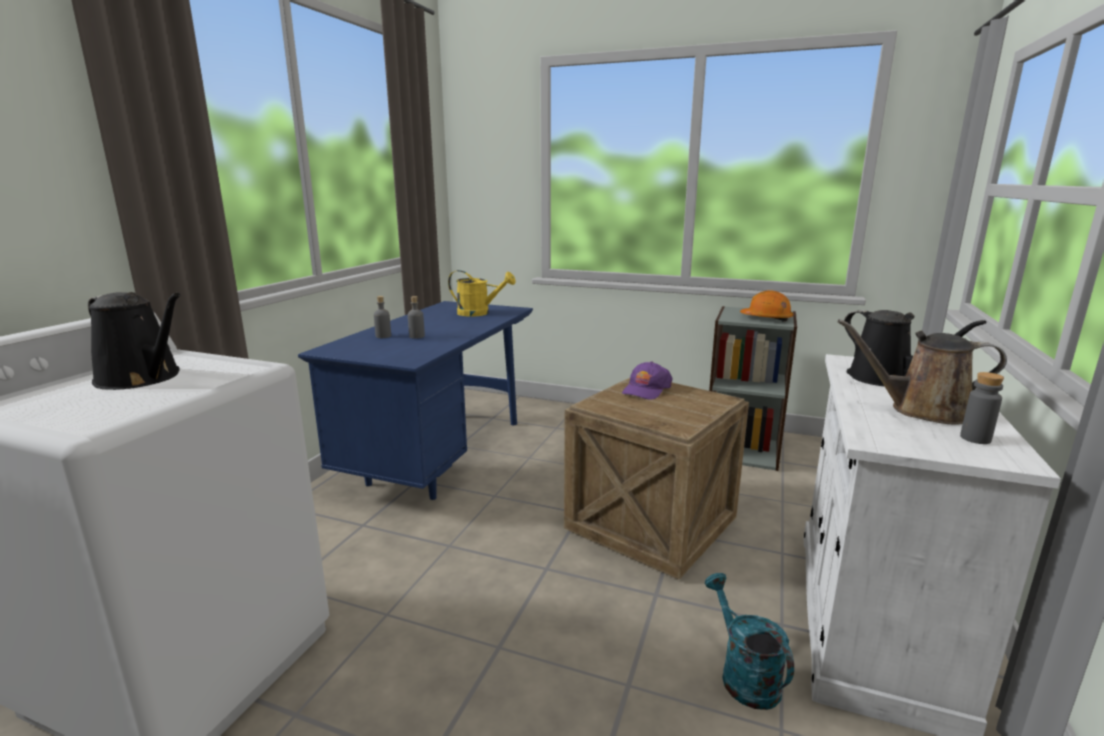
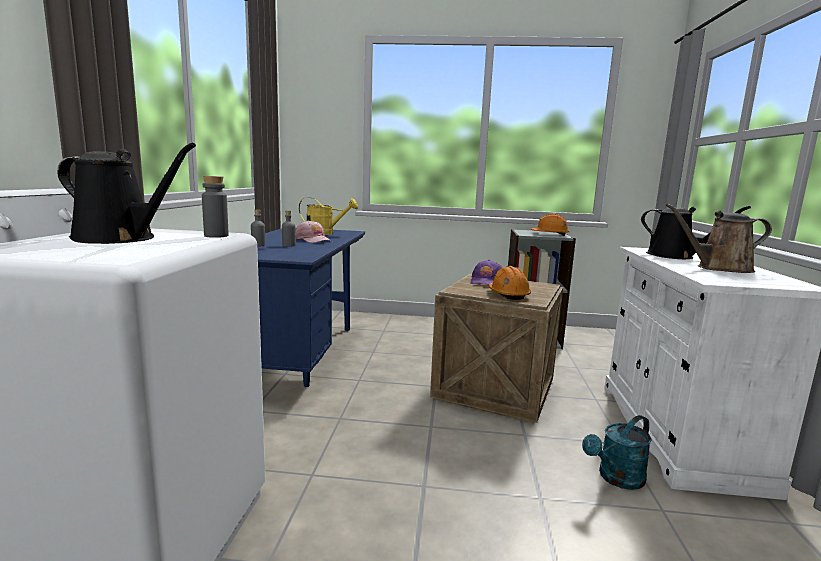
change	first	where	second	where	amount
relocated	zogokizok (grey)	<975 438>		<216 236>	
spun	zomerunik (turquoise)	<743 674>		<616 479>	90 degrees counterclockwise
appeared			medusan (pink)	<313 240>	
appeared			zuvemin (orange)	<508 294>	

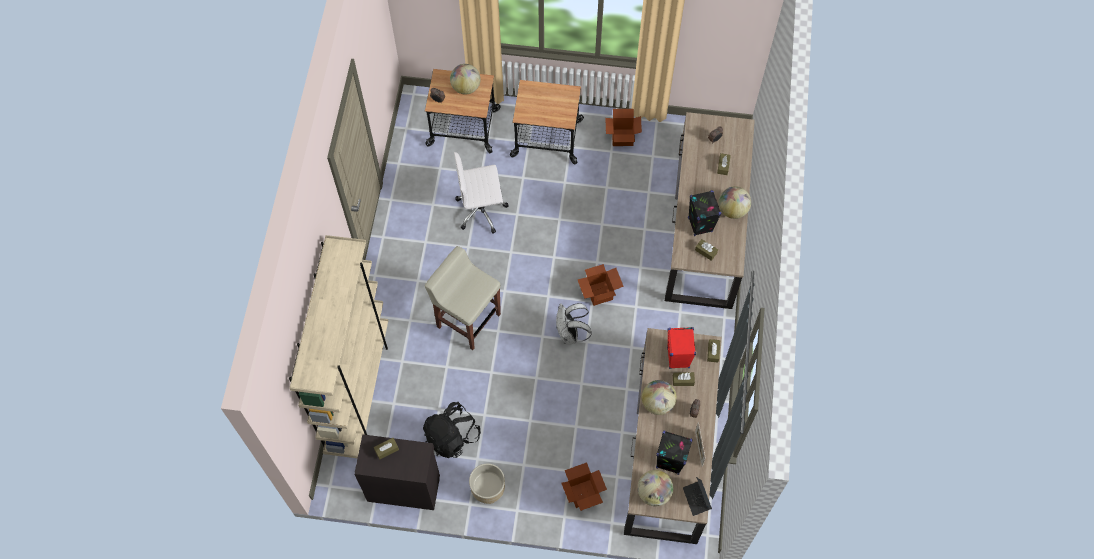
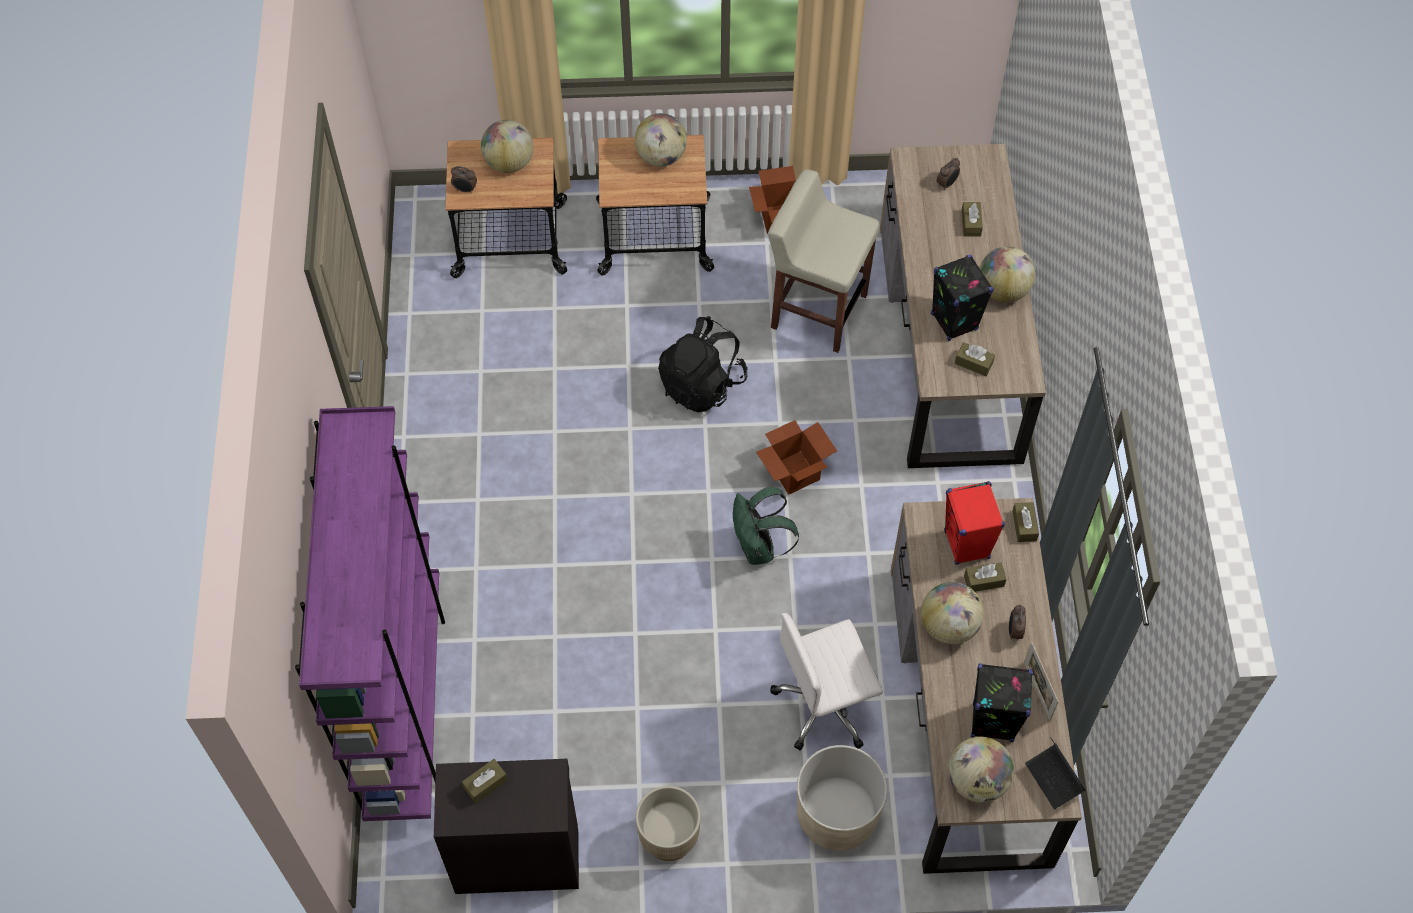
change	first	where	second	where	amount
relocated	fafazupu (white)	<482 210>		<825 705>	
colour	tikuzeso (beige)	<358 390>	tikuzeso (purple)	<405 702>	
relocated	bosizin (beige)	<468 320>		<817 310>	
colour	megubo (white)	<570 334>	megubo (green)	<759 548>	
relocated	megubo (black)	<452 436>		<702 384>	
exchanged	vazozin	<582 494>	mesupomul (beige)	<837 815>	
appeared			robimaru	<661 156>	

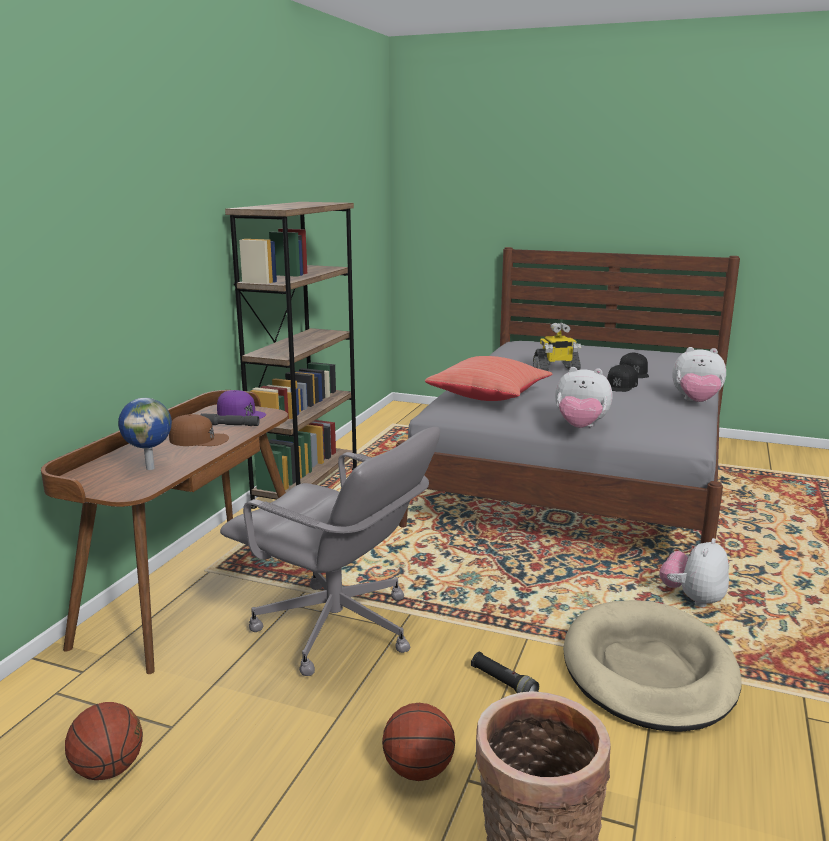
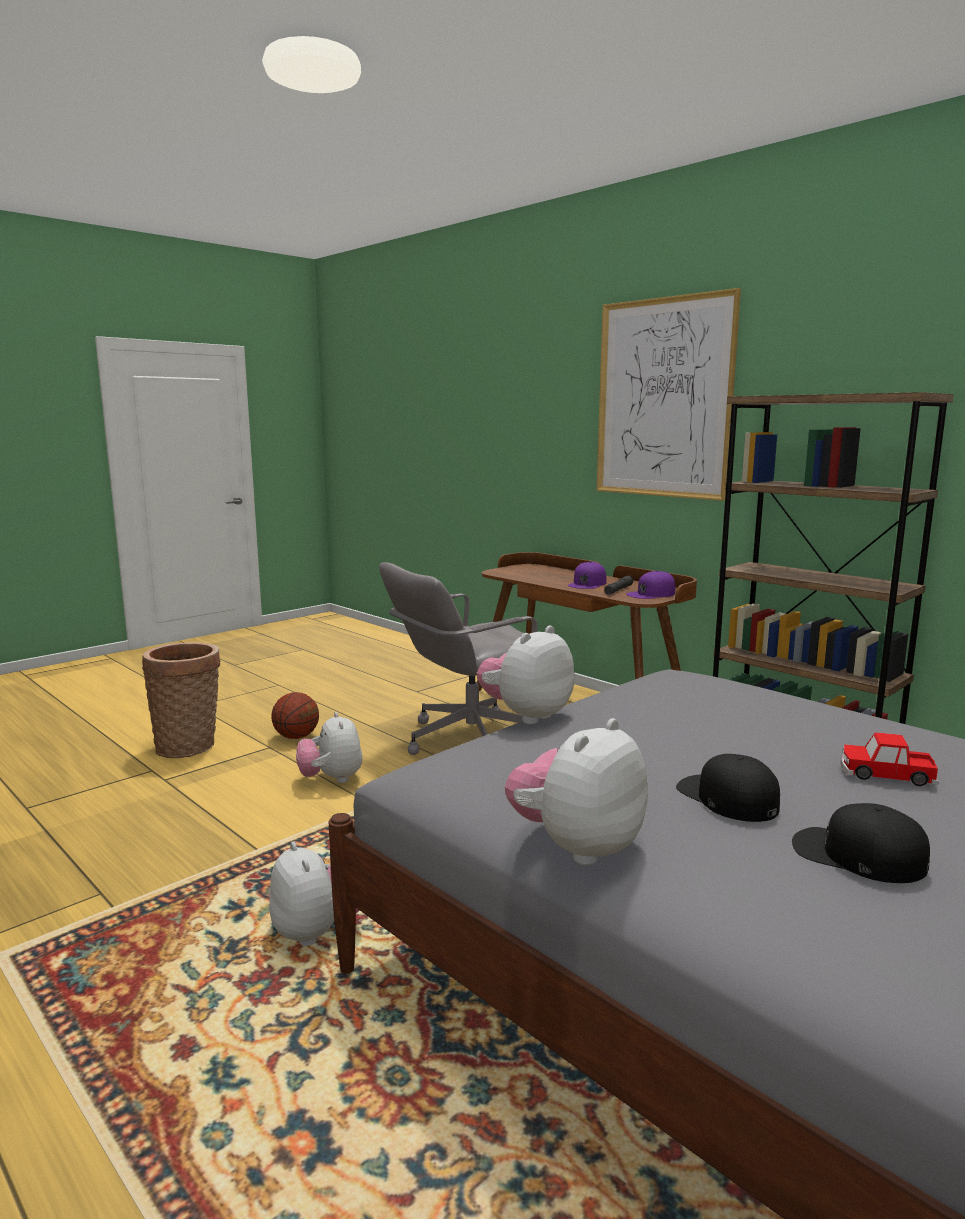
change	first	where	second	where	amount
exchanged	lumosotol	<556 369>	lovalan	<886 774>	
missing	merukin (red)	<489 397>			
missing	robimaru	<150 468>			
colour	medusan (brown)	<199 439>	medusan (purple)	<587 584>	
missing	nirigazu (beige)	<648 670>			
exchanged	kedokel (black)	<503 683>	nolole	<331 779>	
missing	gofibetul	<109 769>			
appeared			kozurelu	<663 399>	

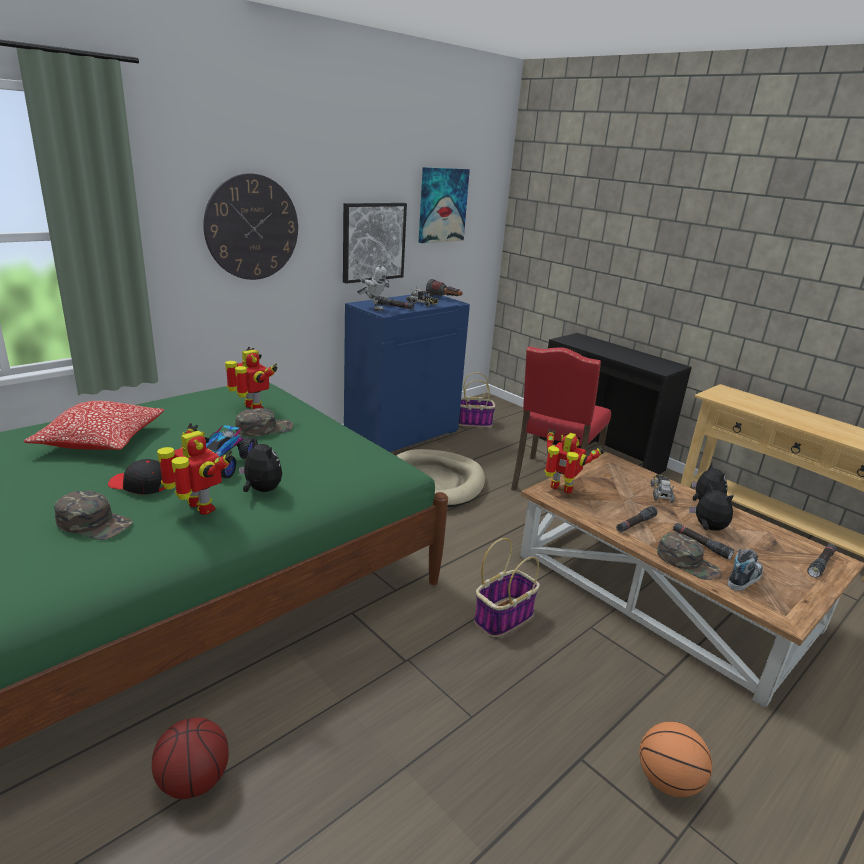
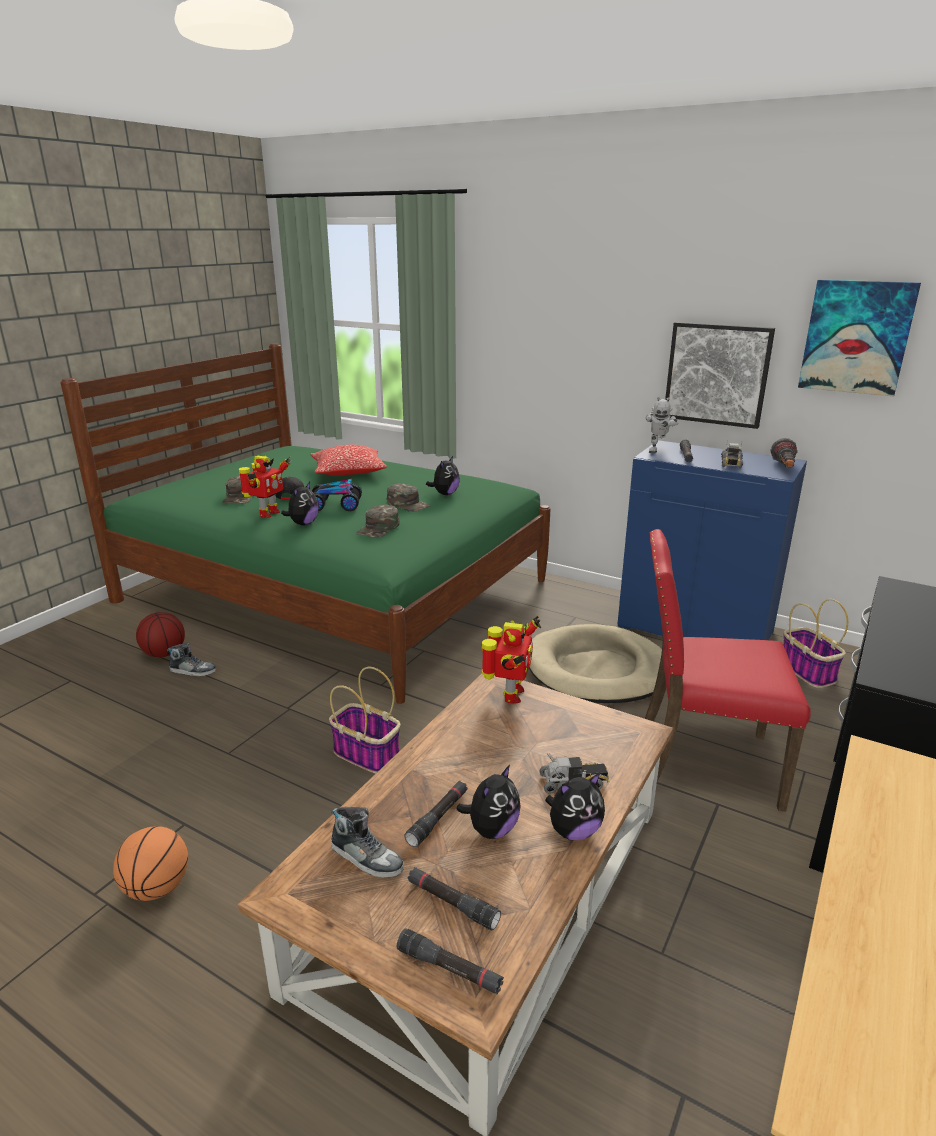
change	first	where	second	where	amount
missing	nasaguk	<252 227>			
exchanged	lumosotol	<252 408>	nolole	<445 494>	
relocated	kedokel (black)	<635 524>		<452 903>	
relocated	medusan (green)	<687 562>		<379 528>	
appeared			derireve	<193 670>	

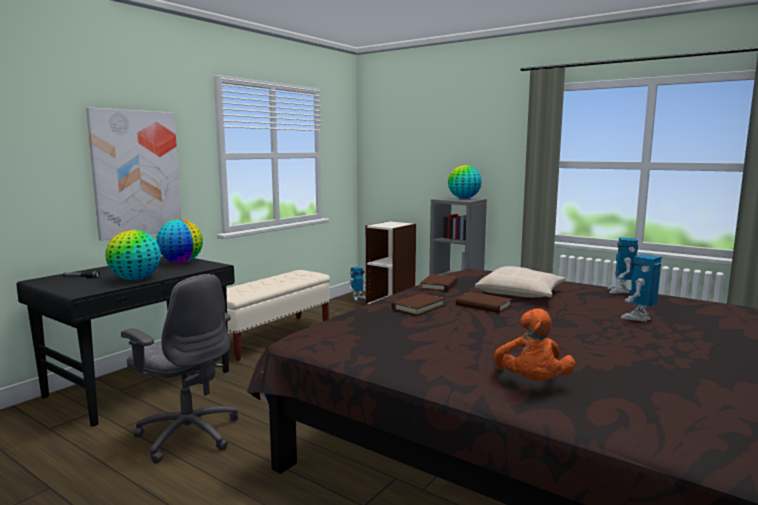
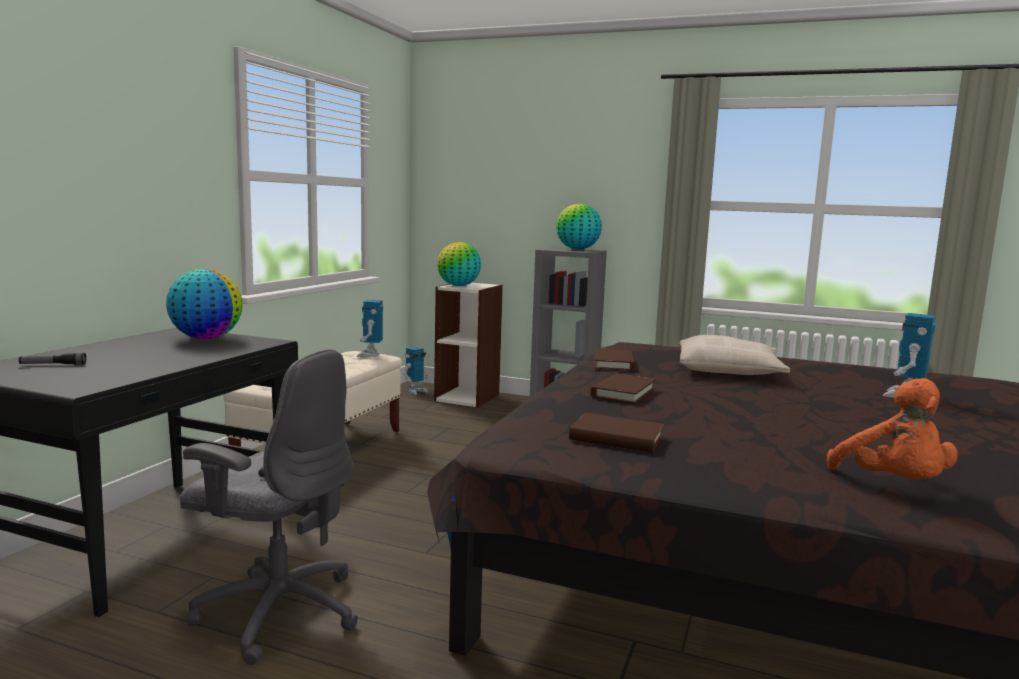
change	first	where	second	where	amount
missing	kozurelu	<136 173>			
relocated	robimaru	<135 279>		<458 286>	
relocated	lumosotol	<620 291>		<370 355>	
relocated	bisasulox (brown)	<483 305>		<616 438>	

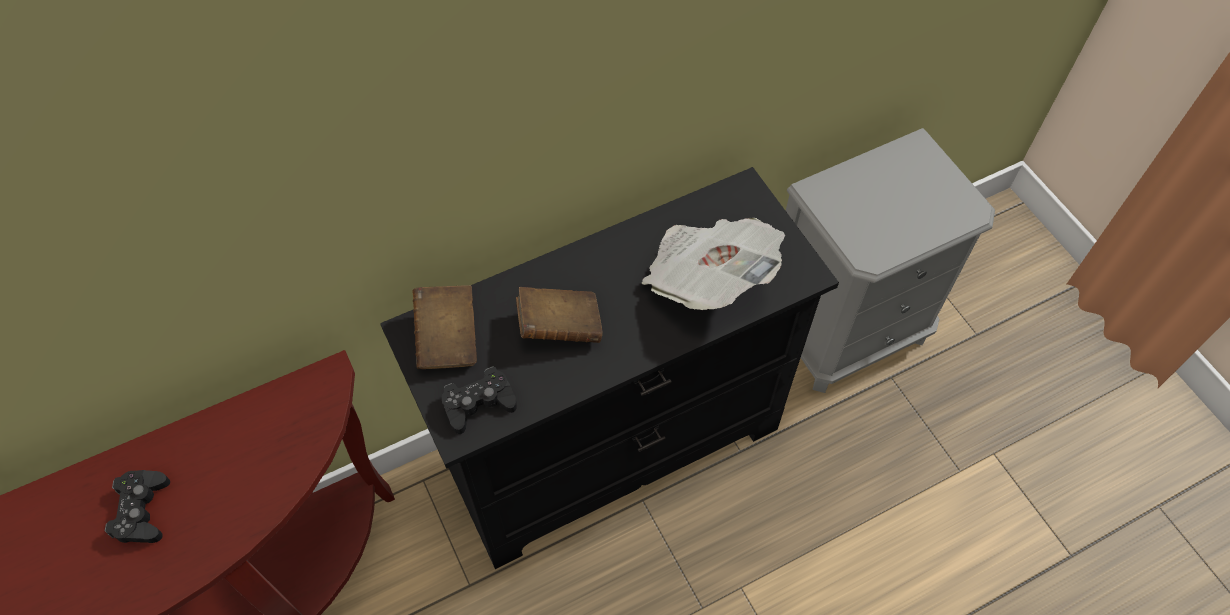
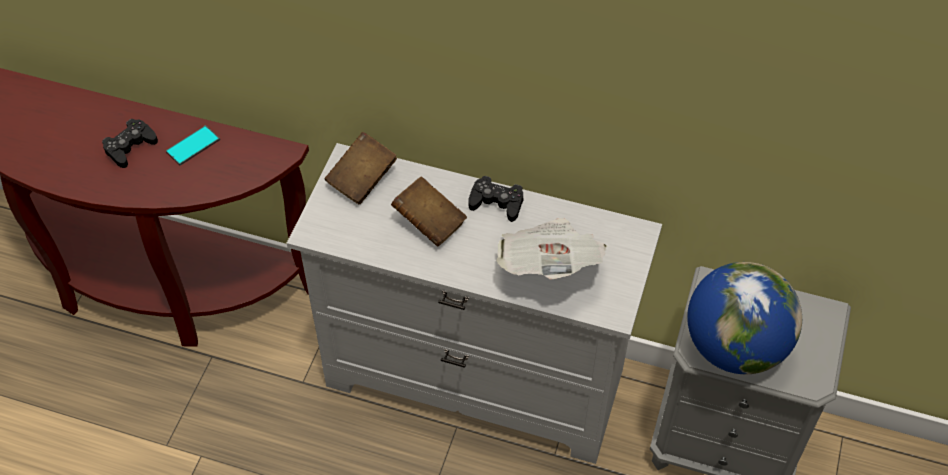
change	first	where	second	where	amount
colour	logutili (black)	<614 445>	logutili (white)	<476 378>	
relocated	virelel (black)	<479 403>		<496 202>	
appeared			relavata	<193 146>	
appeared			robimaru	<734 347>	

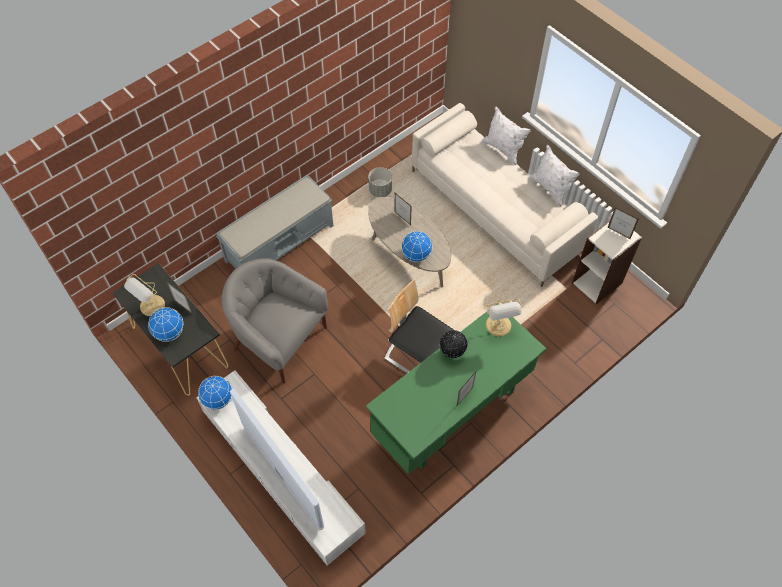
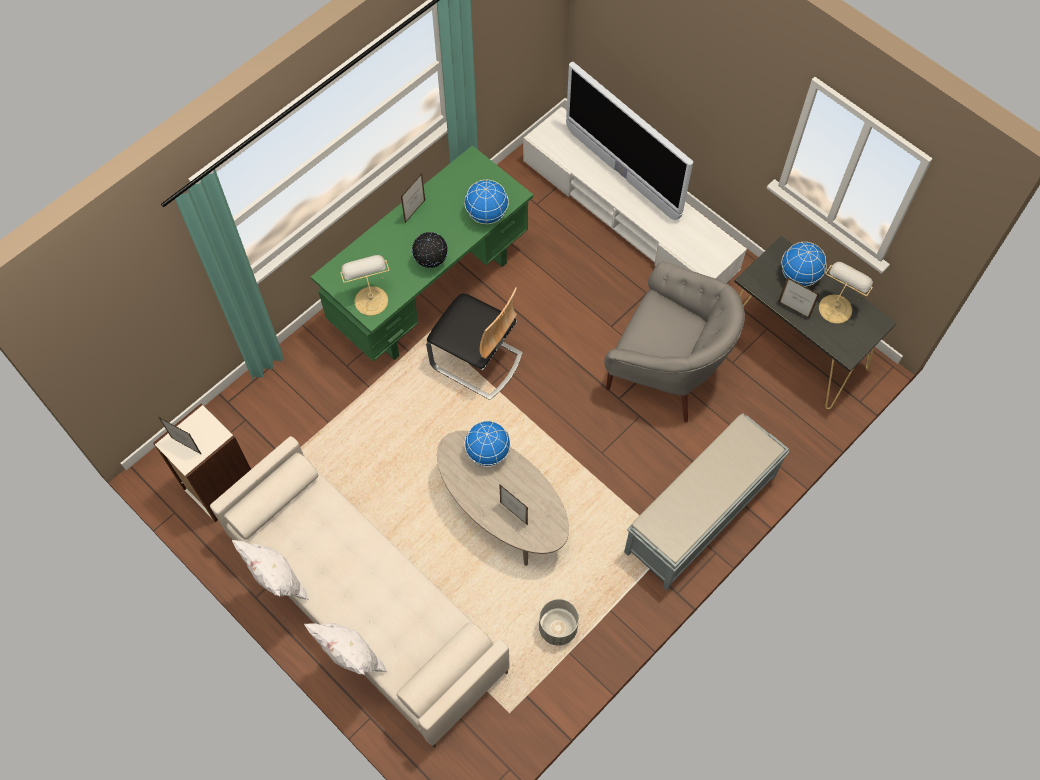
change	first	where	second	where	amount
relocated	robimaru	<218 399>		<486 214>	

